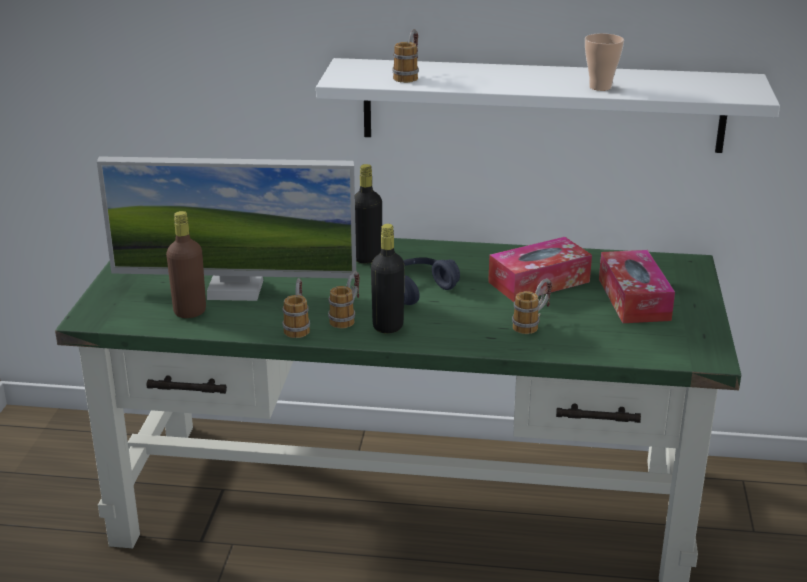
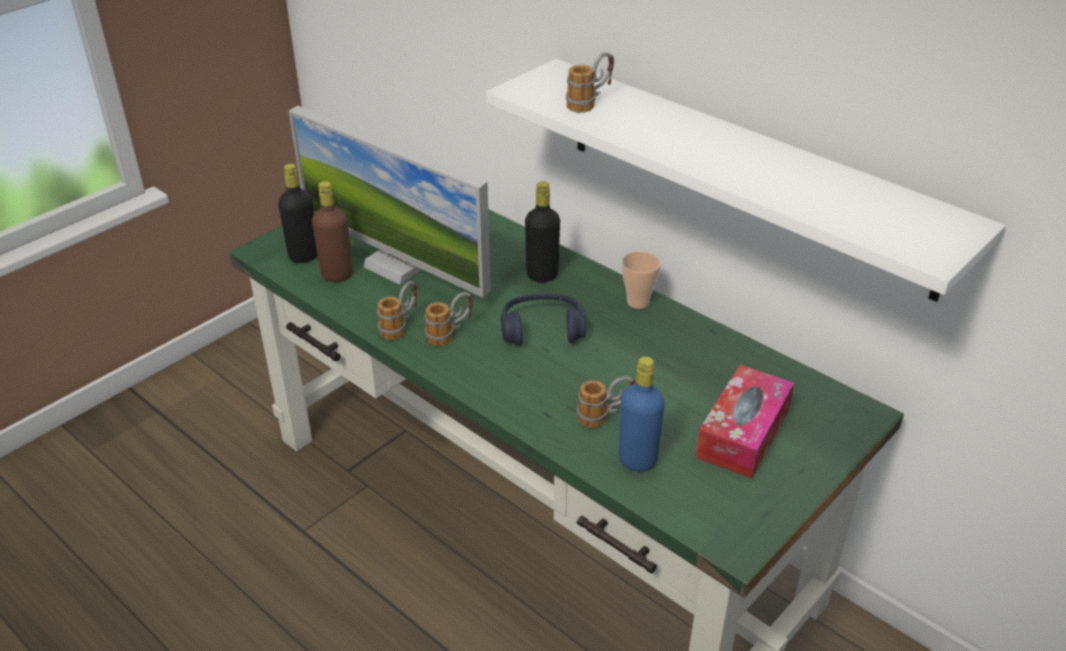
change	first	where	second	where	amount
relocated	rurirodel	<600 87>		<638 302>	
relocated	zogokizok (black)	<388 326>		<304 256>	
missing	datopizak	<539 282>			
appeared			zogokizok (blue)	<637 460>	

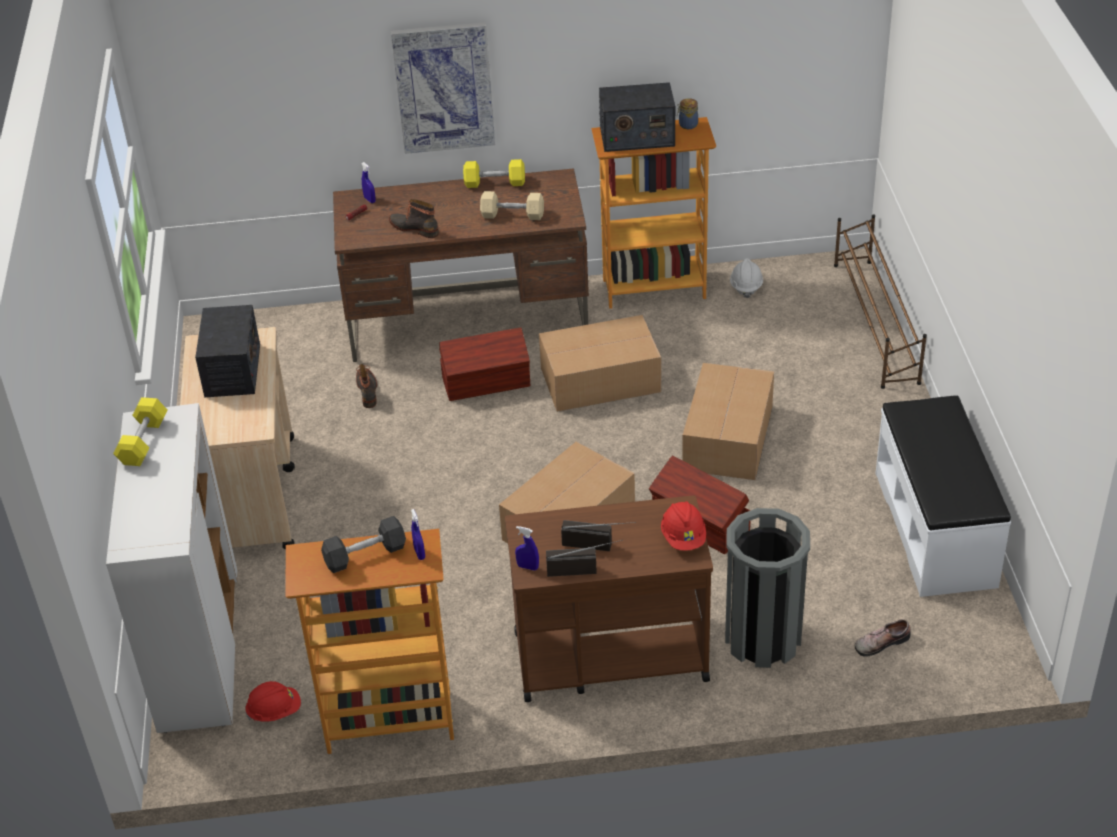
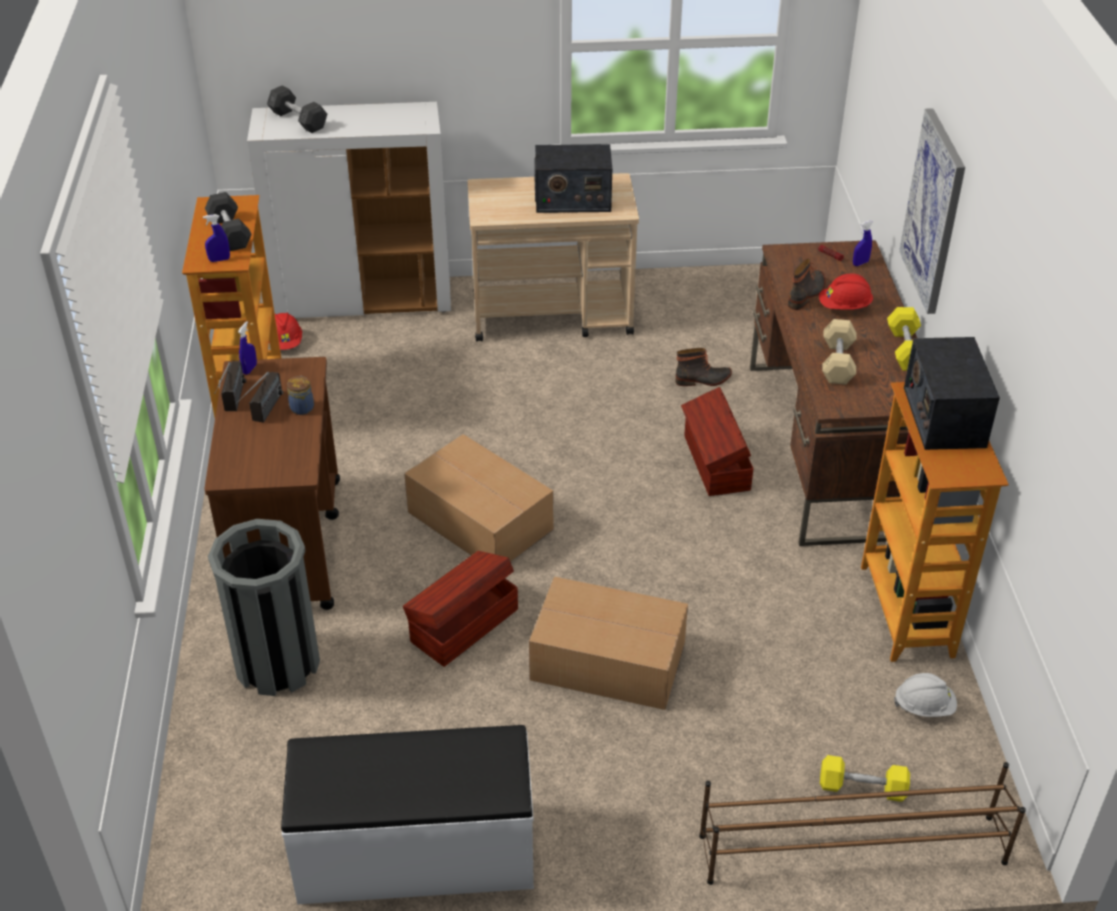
change	first	where	second	where	amount
relocated	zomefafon	<687 125>		<302 407>	
missing	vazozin	<598 379>			
relocated	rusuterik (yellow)	<143 442>		<862 788>	
relocated	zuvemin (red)	<683 537>		<844 307>	
missing	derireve	<880 642>			
appeared			rusuterik (grey)	<298 120>	

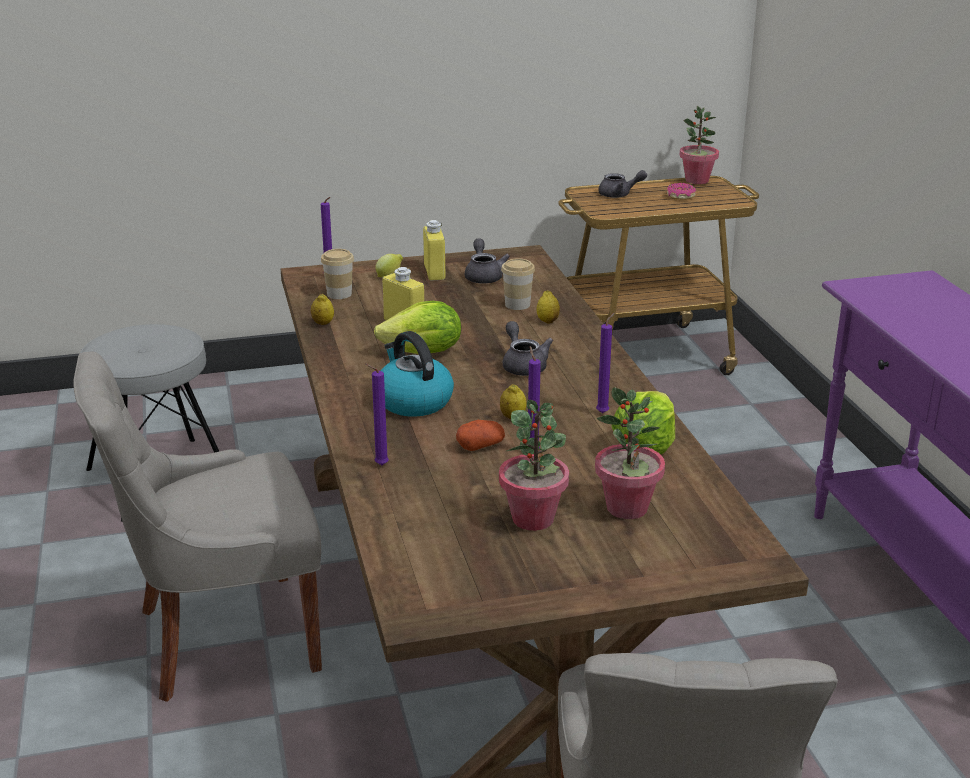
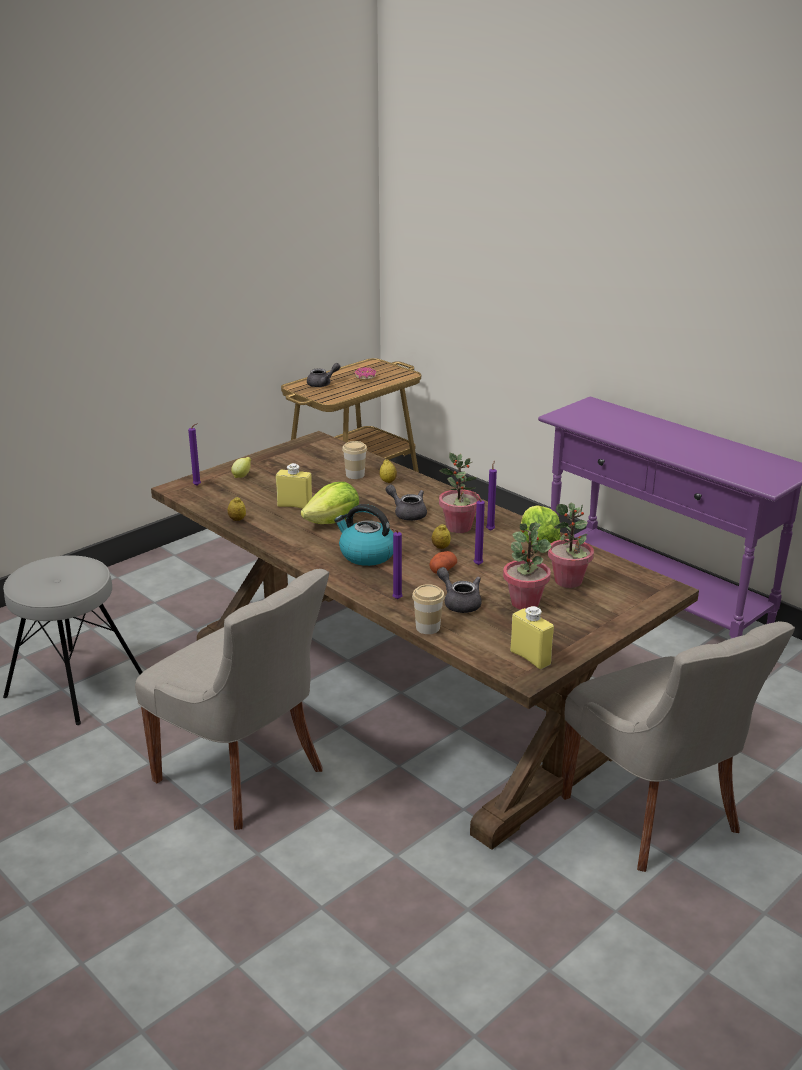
change	first	where	second	where	amount
relocated	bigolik	<696 180>		<459 527>	
relocated	zogokizok (yellow)	<434 272>		<530 657>	
relocated	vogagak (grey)	<483 276>		<459 602>	
relocated	rurirodel	<339 294>		<428 627>	
spun	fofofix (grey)	<222 638>		<244 775>	90 degrees counterclockwise

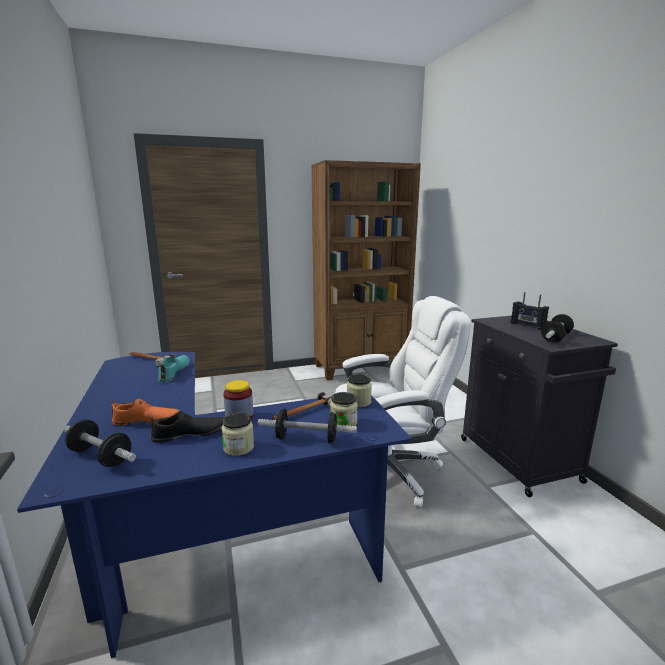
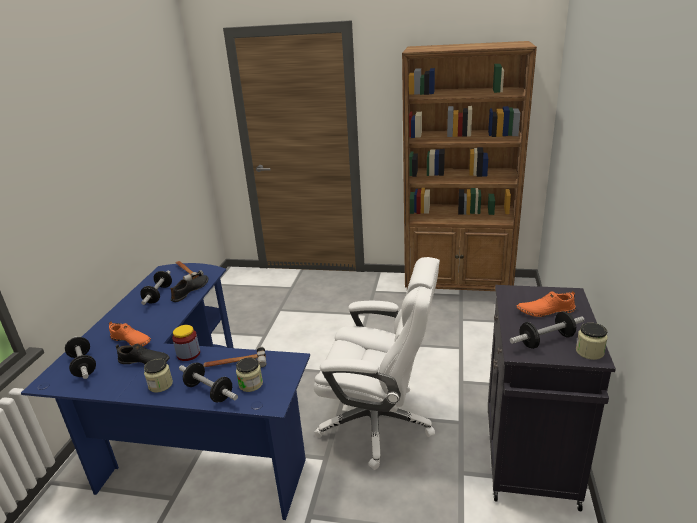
change	first	where	second	where	amount
exchanged	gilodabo	<527 325>	derireve (orange)	<545 311>	
colour	derireve (turquoise)	<174 372>	derireve (black)	<190 291>	
relocated	zomefafon	<358 402>		<589 352>	
appeared			rusuterik	<158 295>	

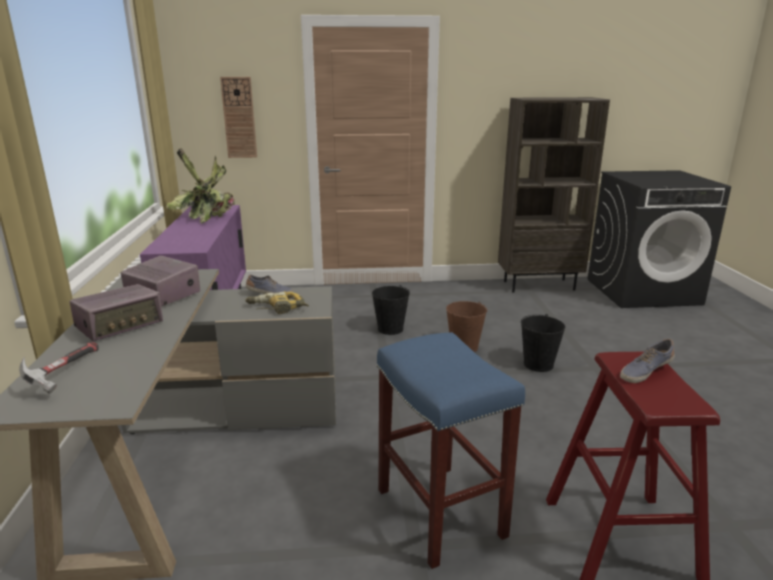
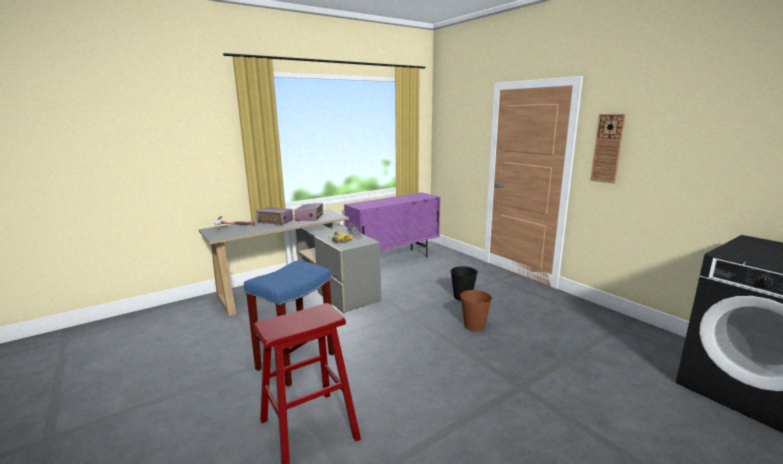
change	first	where	second	where	amount
relocated	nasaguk	<239 118>		<607 148>	
missing	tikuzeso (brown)	<539 285>			
missing	bigolik	<208 217>			
missing	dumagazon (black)	<538 364>			
missing	derireve	<645 371>			

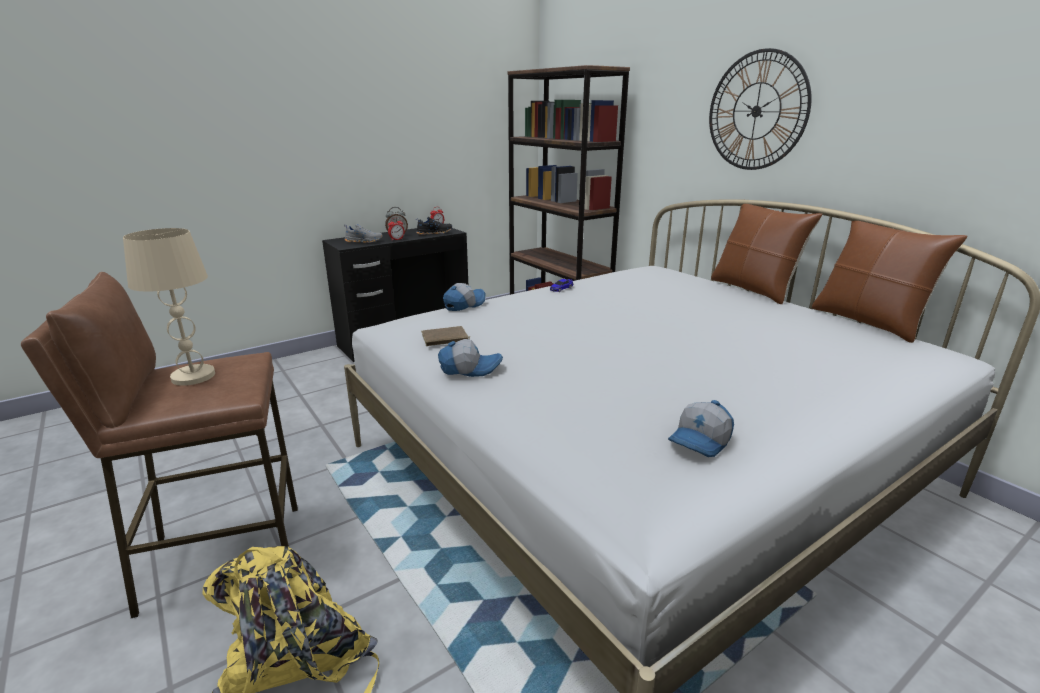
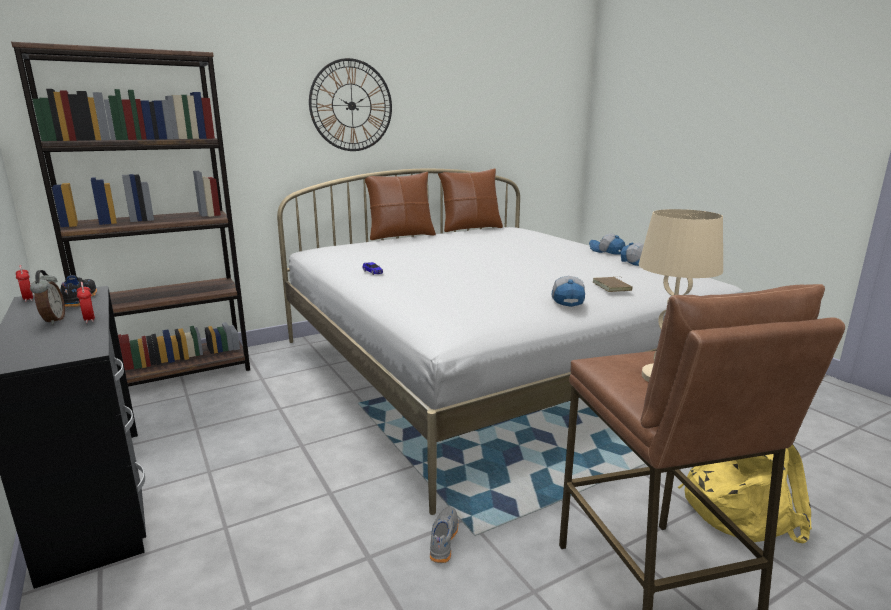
change	first	where	second	where	amount
relocated	derireve (grey)	<364 241>		<442 540>	
relocated	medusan	<464 305>		<606 251>	
relocated	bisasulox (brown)	<445 339>		<613 286>	

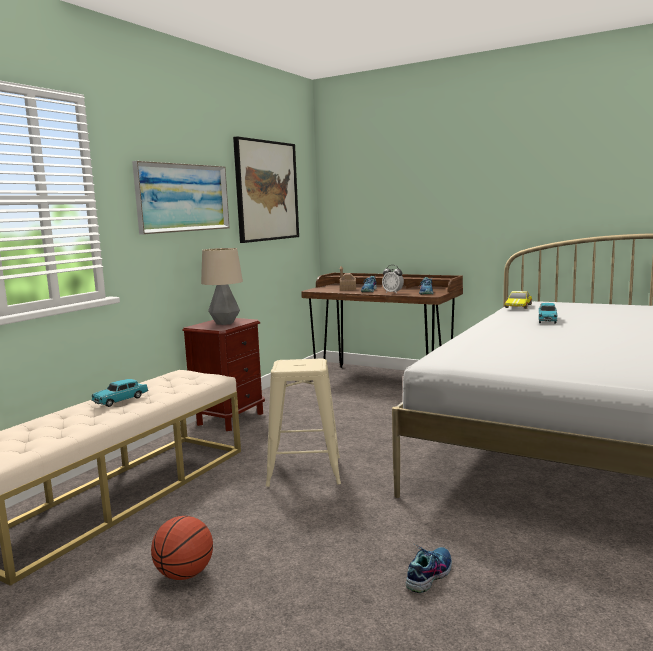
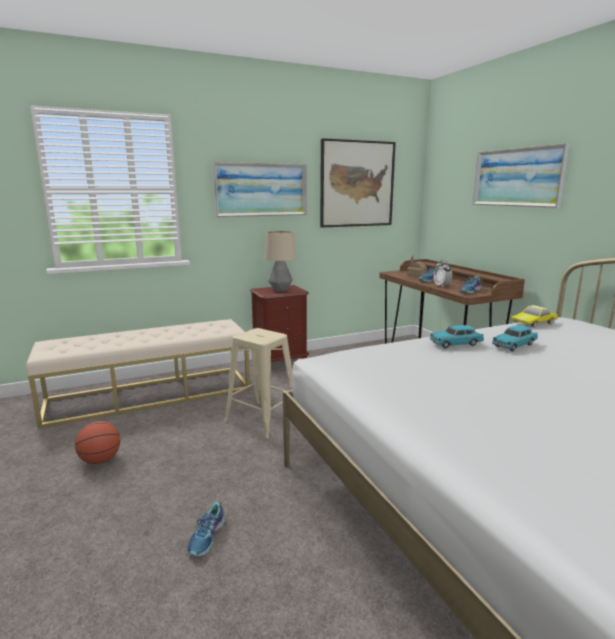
change	first	where	second	where	amount
relocated	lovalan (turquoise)	<121 400>		<456 344>	
spun	derireve	<428 575>		<207 537>	120 degrees clockwise
appeared			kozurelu	<517 177>	

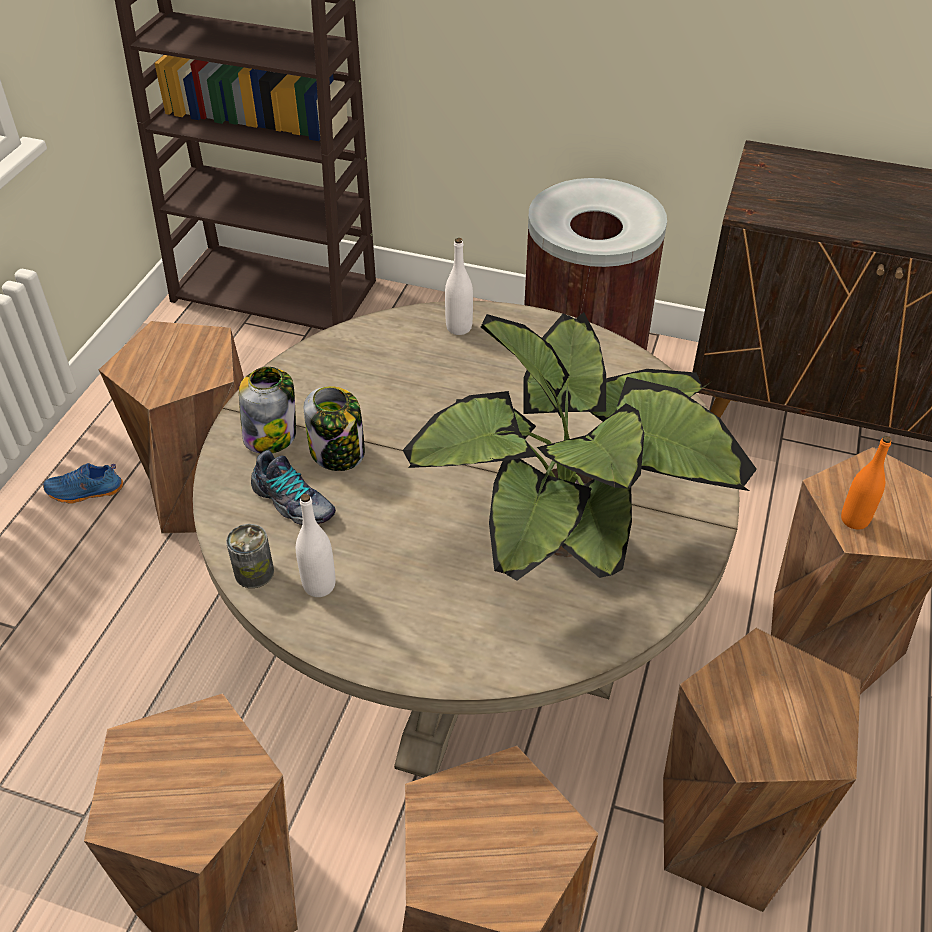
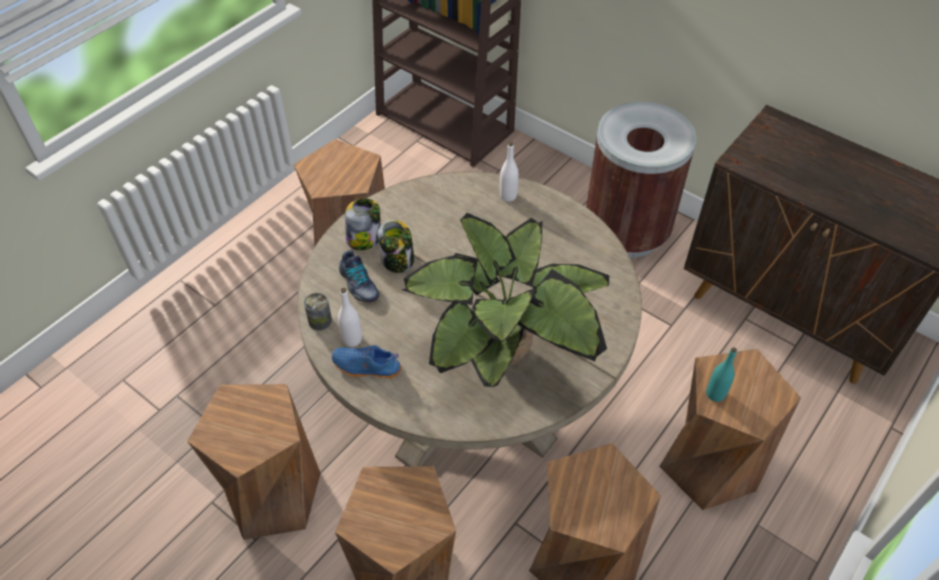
change	first	where	second	where	amount
colour	zogokizok (orange)	<854 520>	zogokizok (turquoise)	<715 394>	
relocated	derireve (blue)	<85 492>		<366 367>	

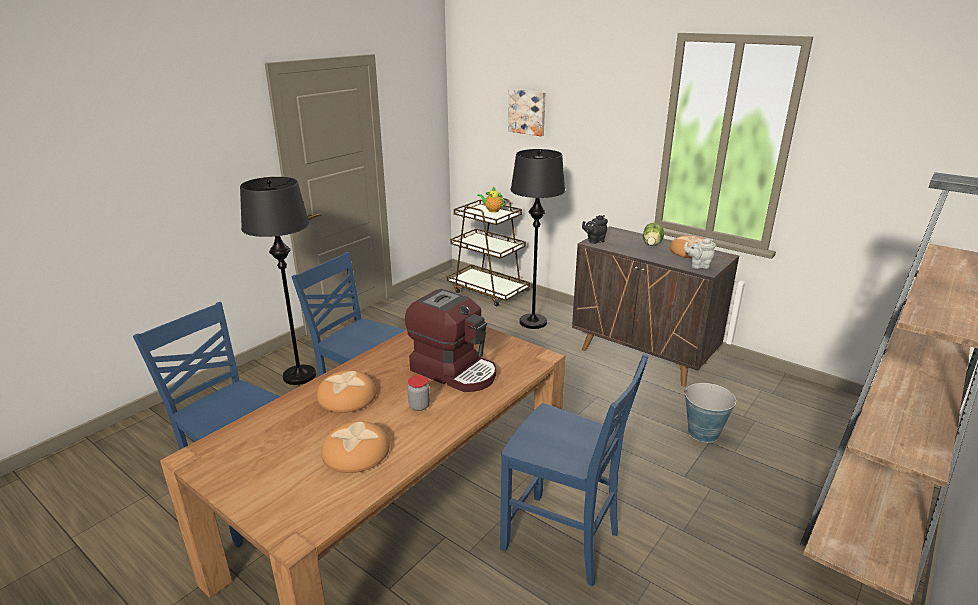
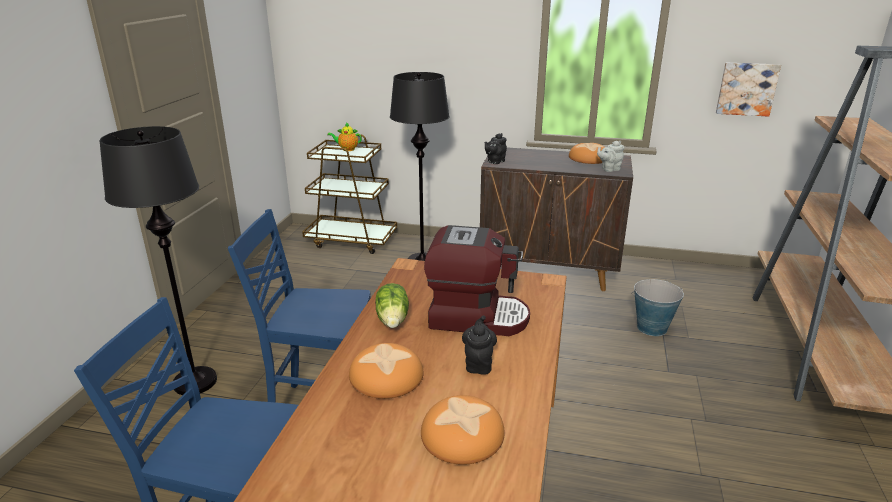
change	first	where	second	where	amount
relocated	kozurelu	<527 112>		<746 89>	
relocated	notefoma	<652 244>		<393 320>	
missing	fofofix (blue)	<563 541>			
exchanged	zomefafon	<419 406>	vogagak (black)	<478 364>	

